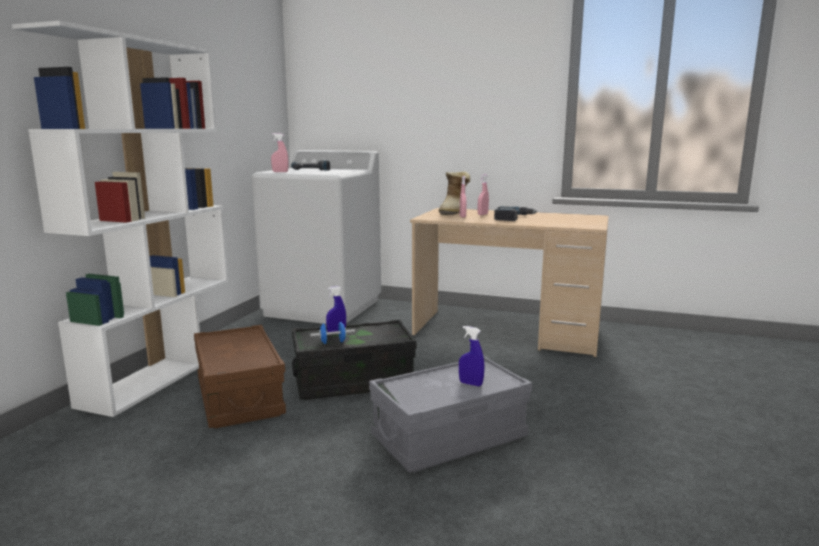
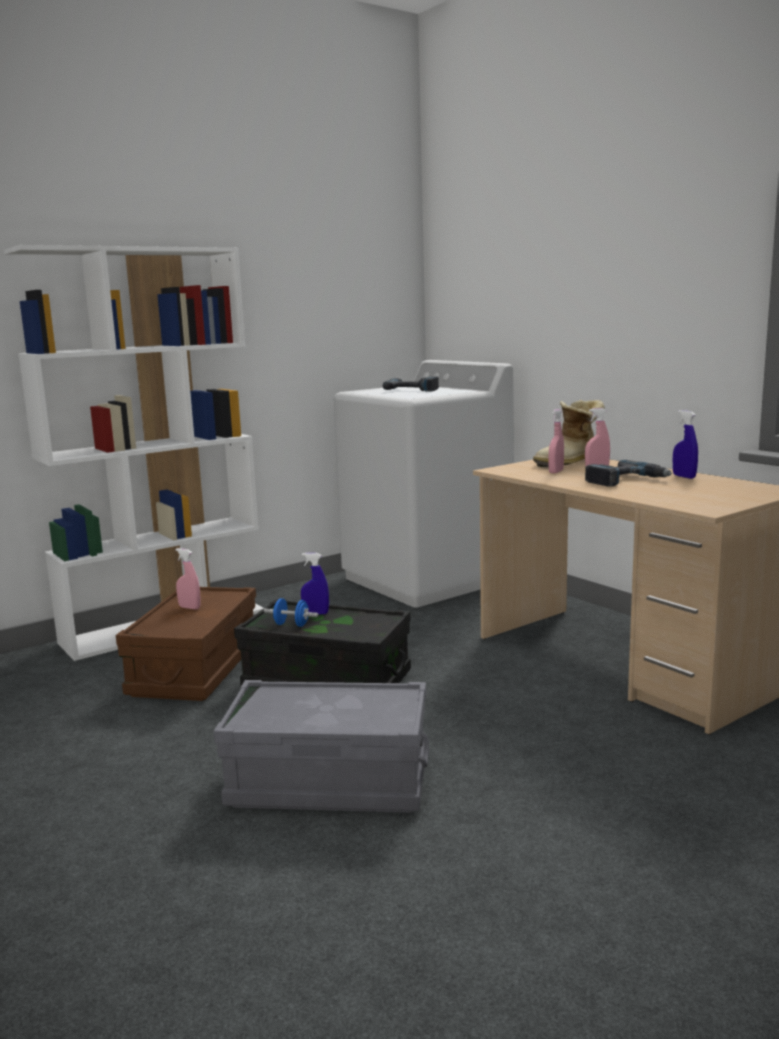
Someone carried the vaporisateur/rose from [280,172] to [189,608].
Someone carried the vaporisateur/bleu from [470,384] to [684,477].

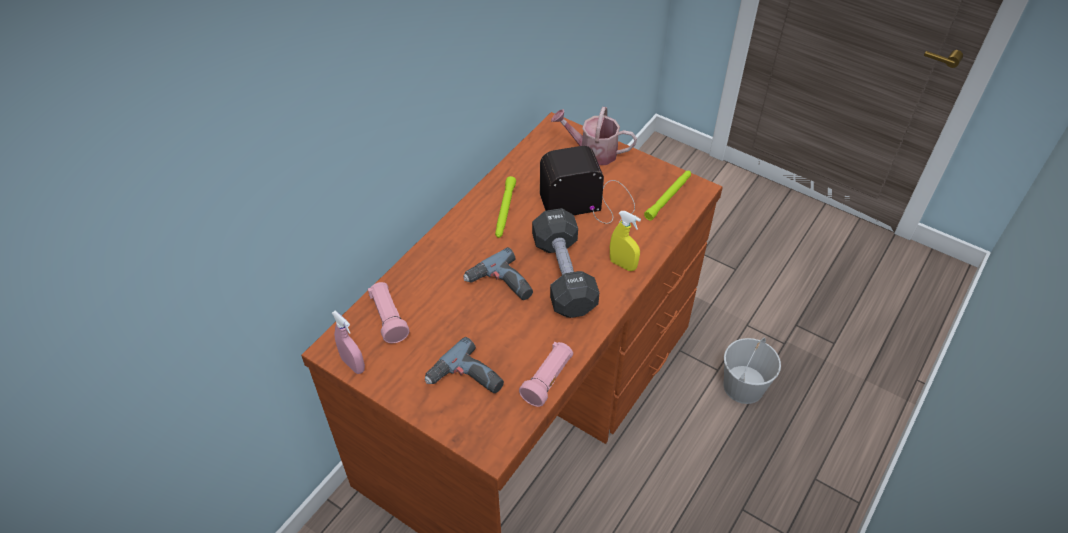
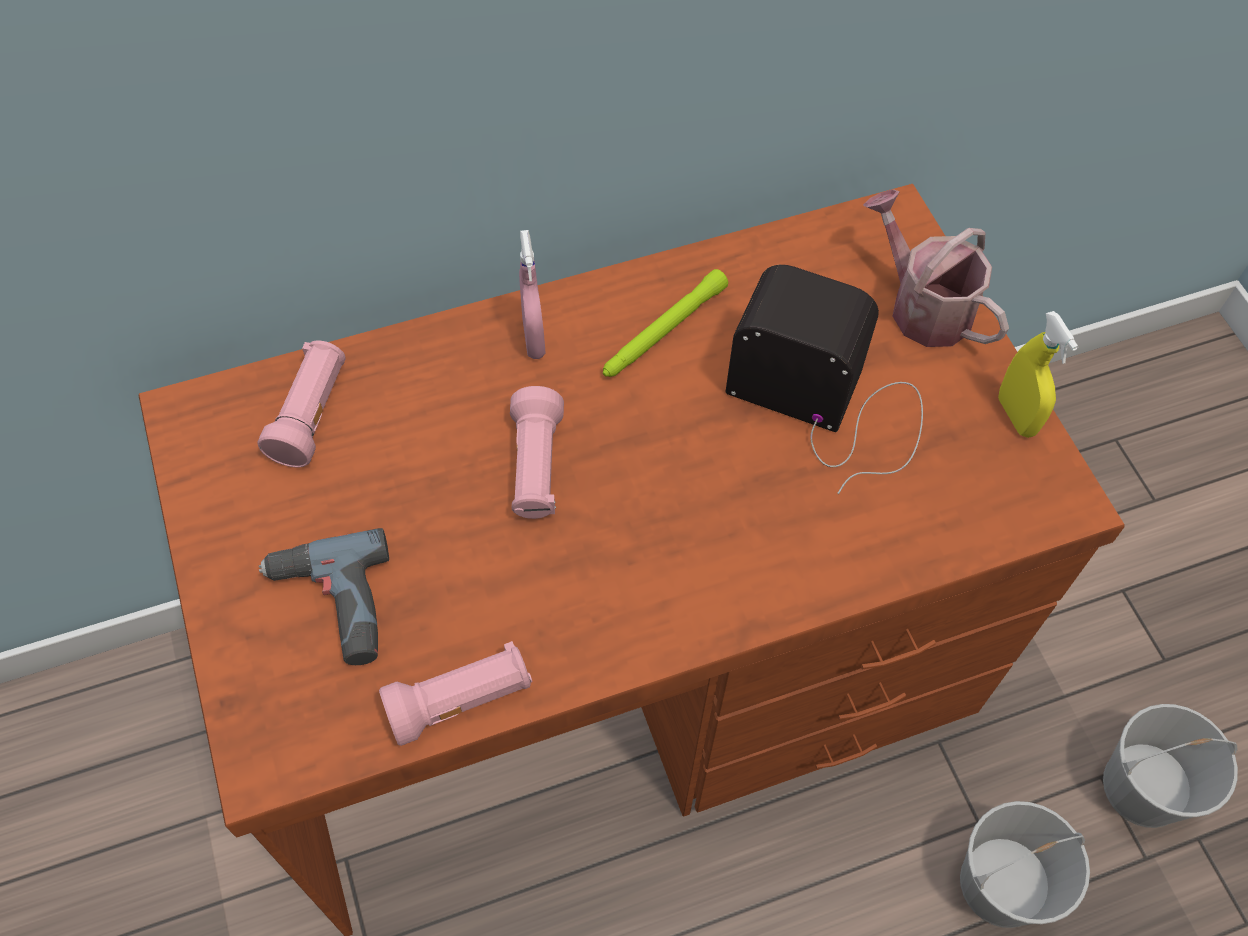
Someone took away the lampe de poche/vert at [669,197].
Someone took away the haltère/noir at [563,275].
Someone carried the vaporisateur/jaune from [622,264] to [1016,416].
Someone swapped the perceuse at [500,285] for the lampe de poche/rose at [535,468].
Someone carried the vaporisateur/rose from [353,364] to [534,338].
Someone put down the seau/blanc at [1143,788].

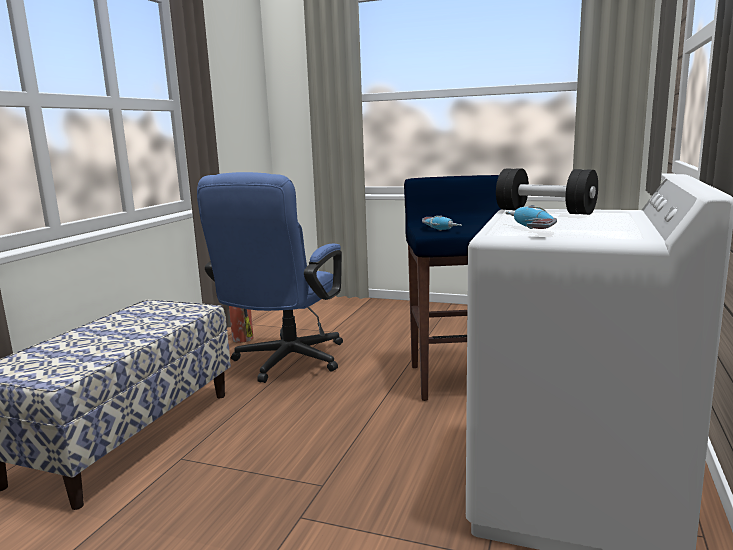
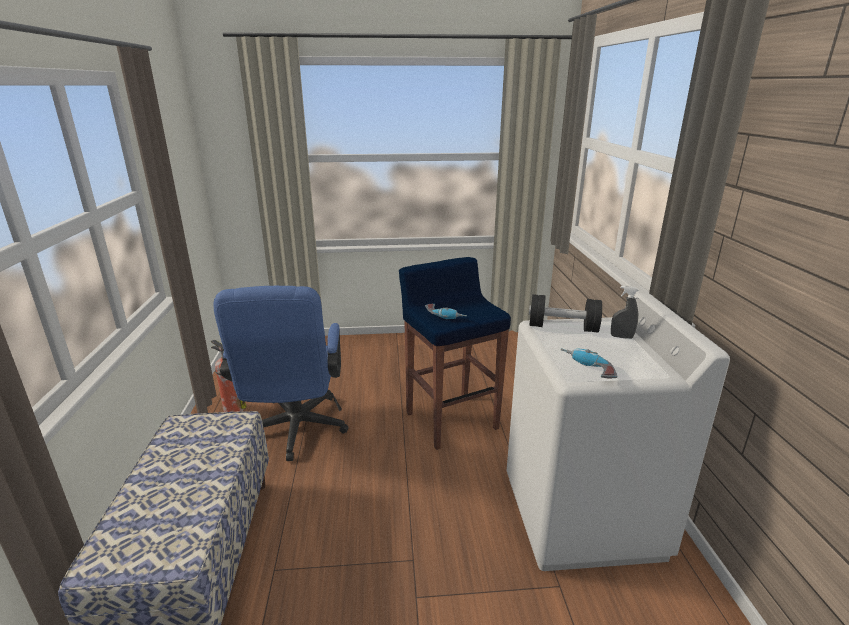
Someone put down the vaporisateur/gris at [621,337].

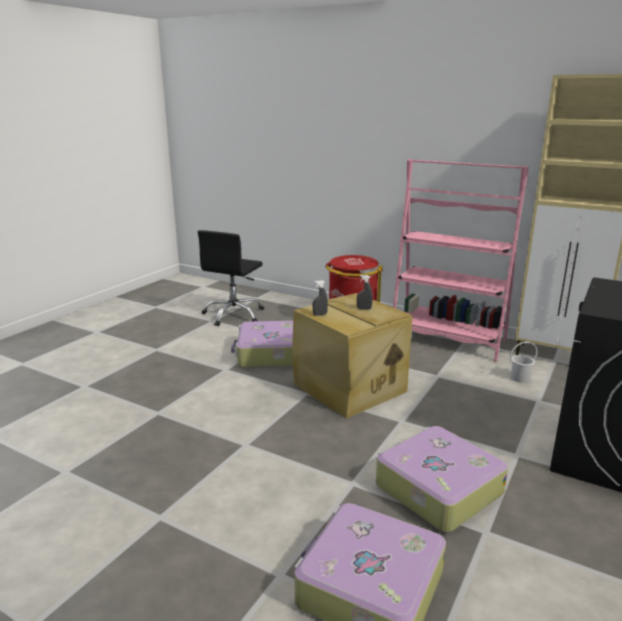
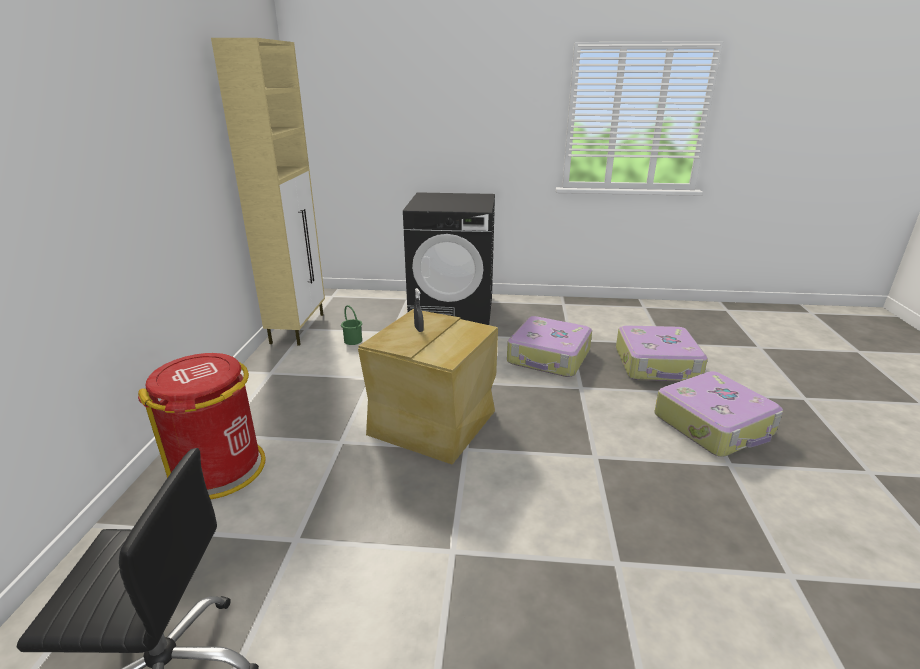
Someone took away the bibliothèque/rose at [447,339].
Someone took away the vaporisateur/gris at [320,315].
Someone carried the valise from [269,354] to [714,425].
Someone repainted the seau/blanc at [519,378], which became the seau/vert at [353,341].

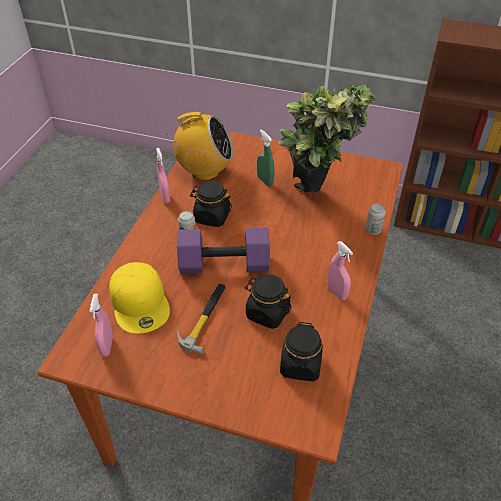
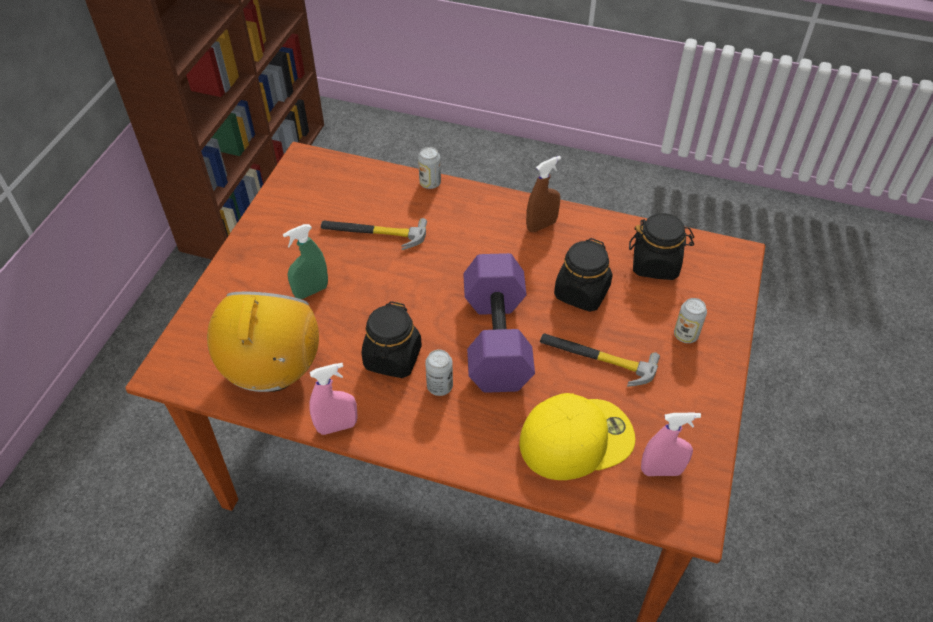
Someone swapped the plante en pot at [317,204] for the marteau at [373,233].
Someone repainted the vaporisateur/rose at [336,292], which became the vaporisateur/marron at [541,225].
Someone put down the boîte métallique at [685,335].

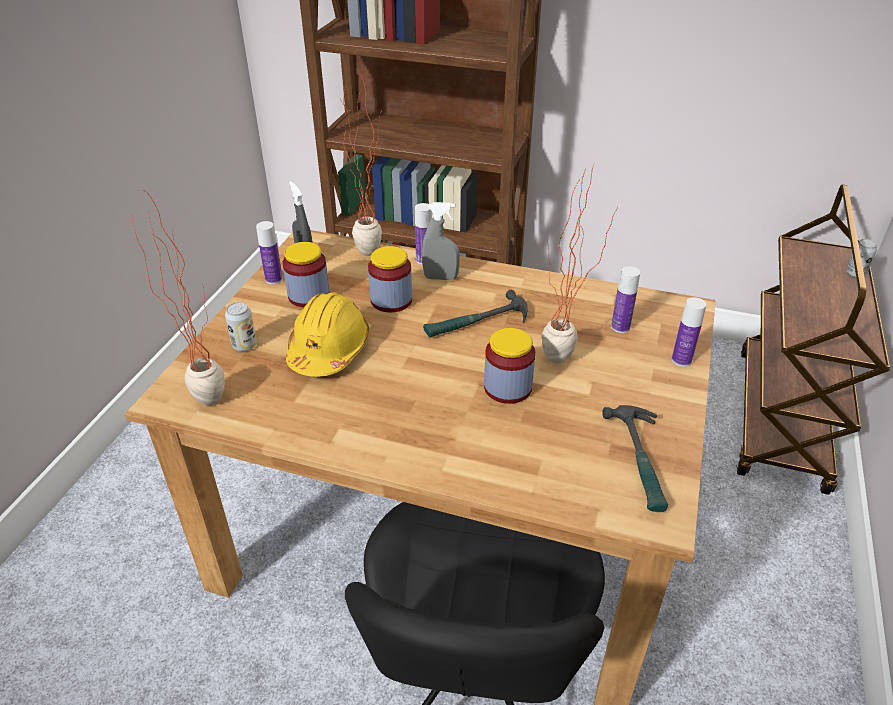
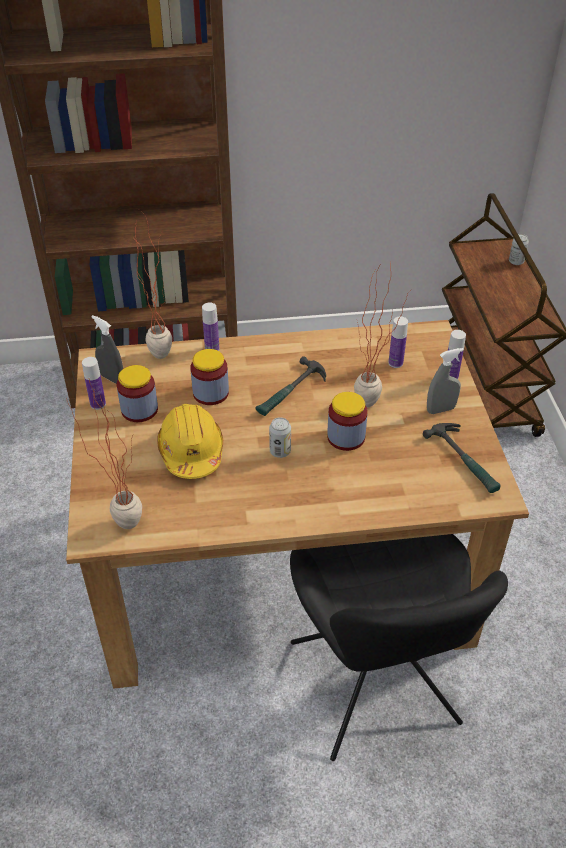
Someone carried the vaporisateur/gris from [441,278] to [440,409].
Someone carried the boîte métallique from [245,345] to [280,451].

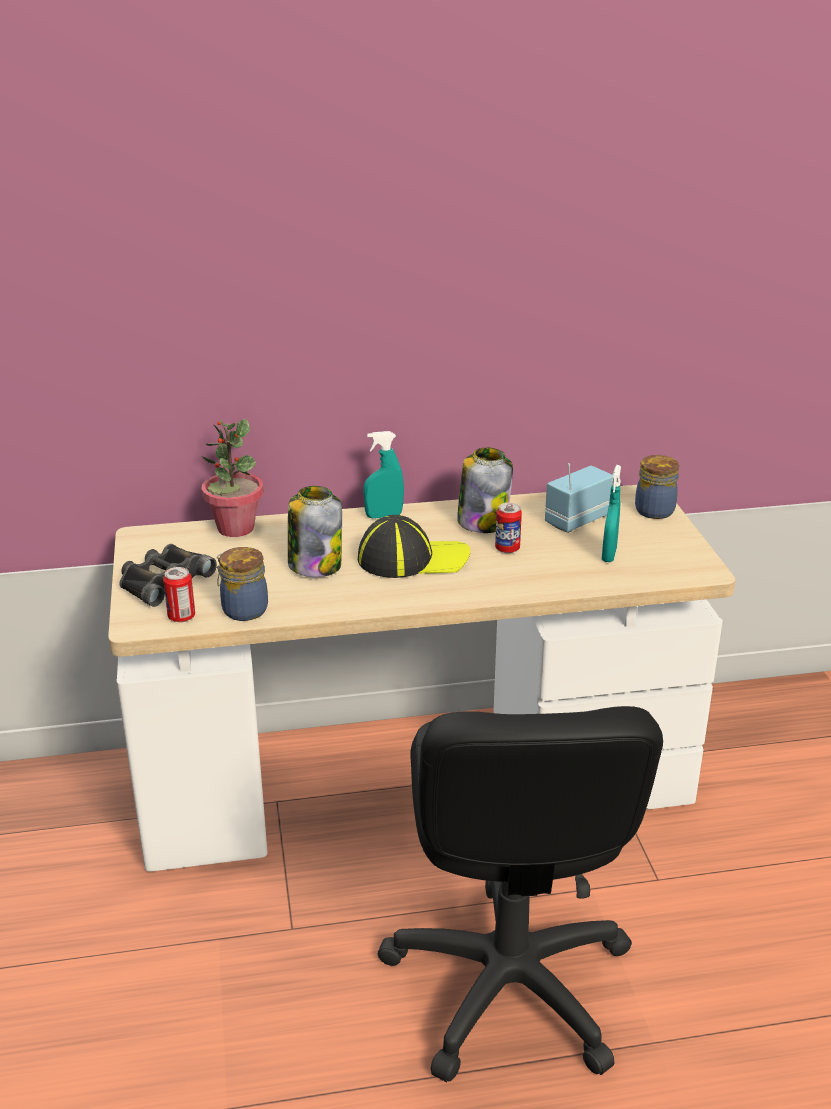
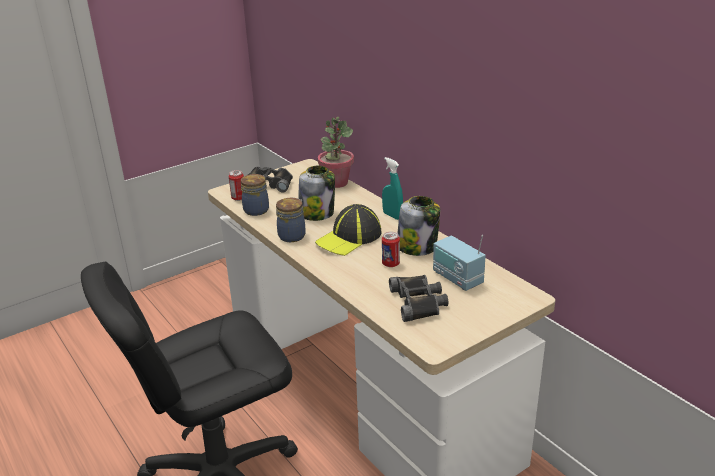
Someone carried the bocal from [653,510] to [293,235].
Someone rotated the radio at [577,520] by 150 degrees counterclockwise.
Someone swapped the vaporisateur/turquoise at [609,555] for the jumelles/noir at [418,302].
Someone rotated the casquette at [412,559] by 75 degrees clockwise.

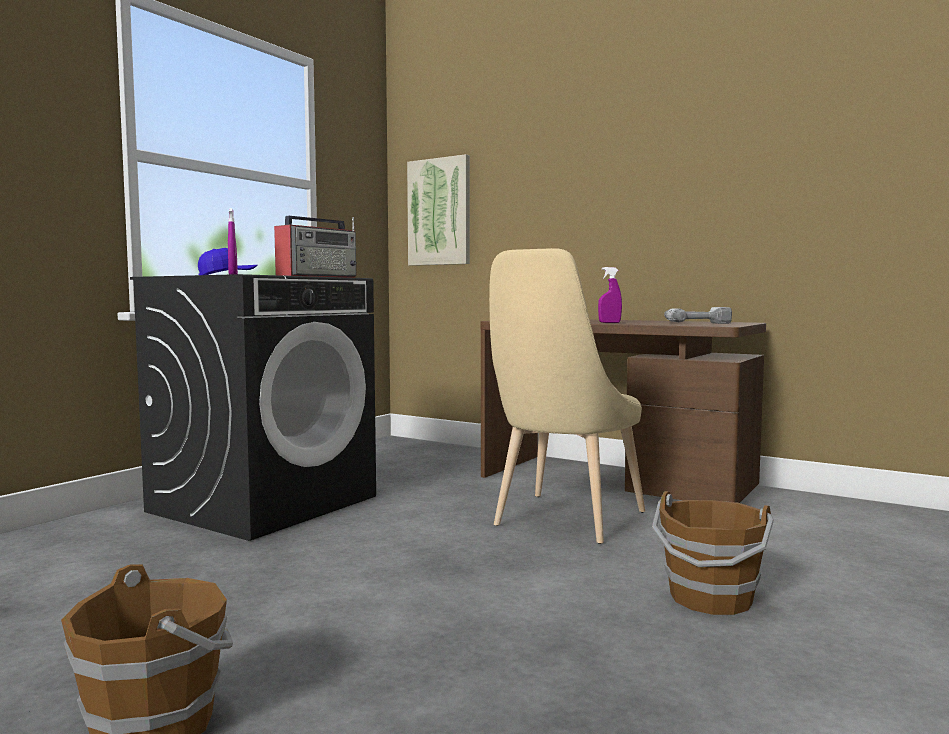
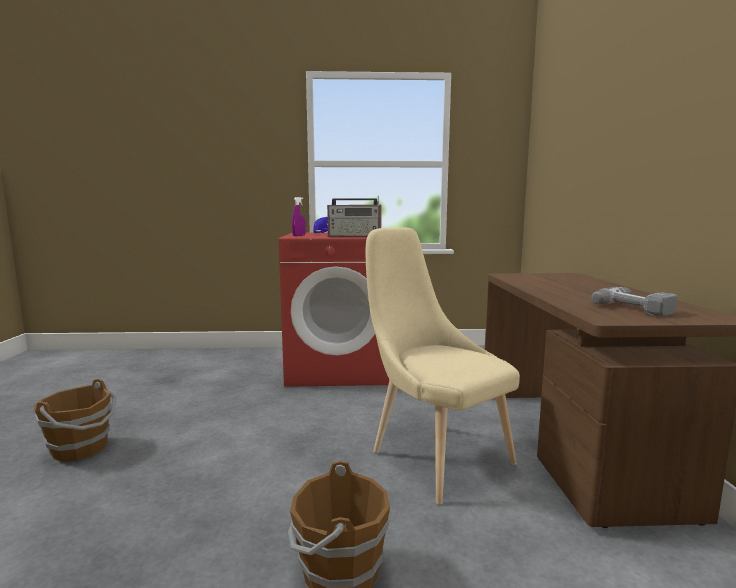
Someone took away the tableau at [439,212].
Someone rotated the chaise/beige at [563,521] by 60 degrees clockwise.
Someone took away the vaporisateur/violet at [609,322].
Someone repainted the lave-linge/noir at [264,503], which became the lave-linge/rouge at [339,368].

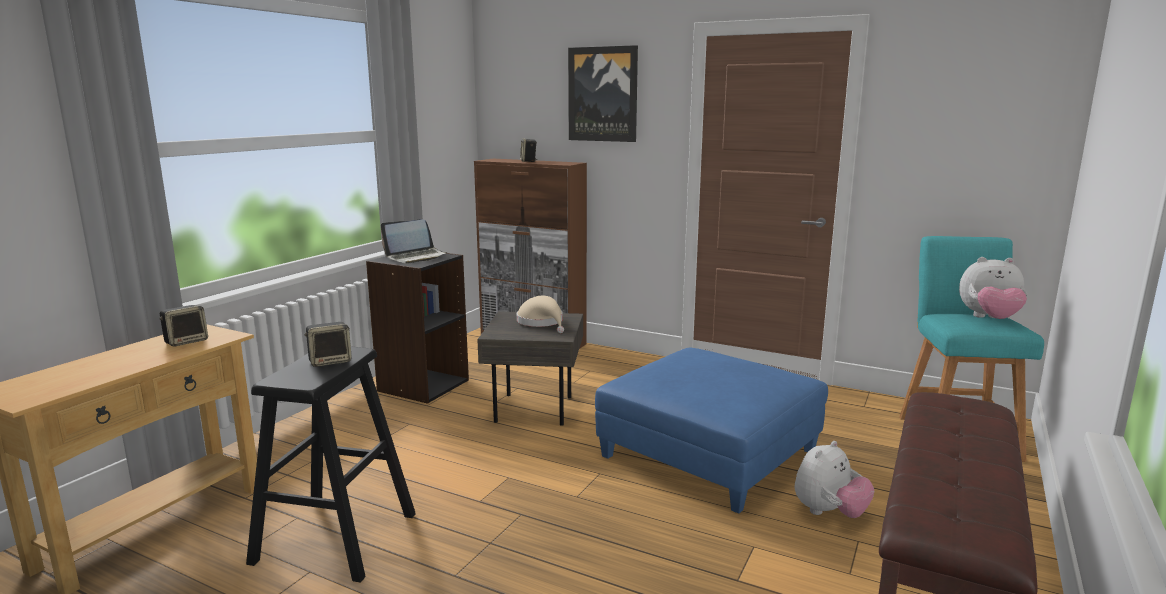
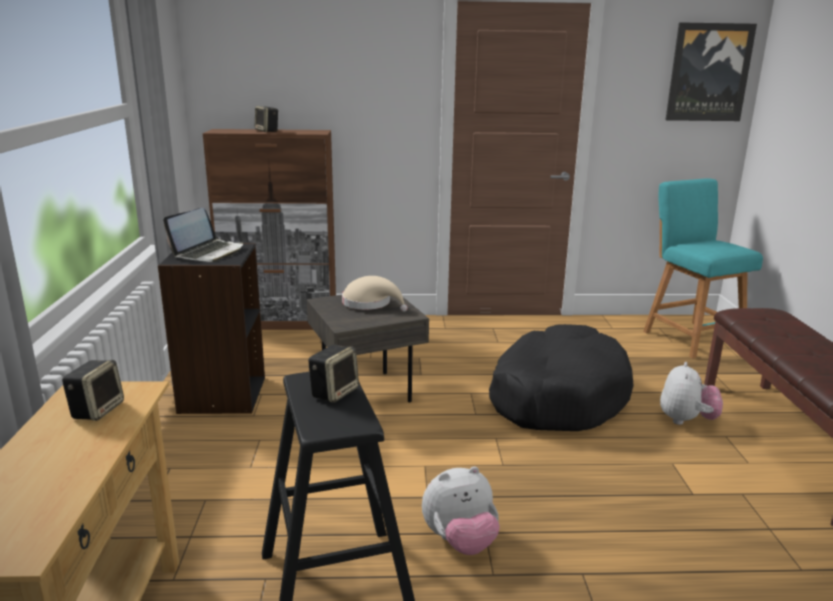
Someone carried the tableau from [603,94] to [708,72].
Someone carried the peluche from [989,319] to [460,542].
Someone swapped the pouf/bleu at [709,454] for the panier pour chien/noir at [557,396].

